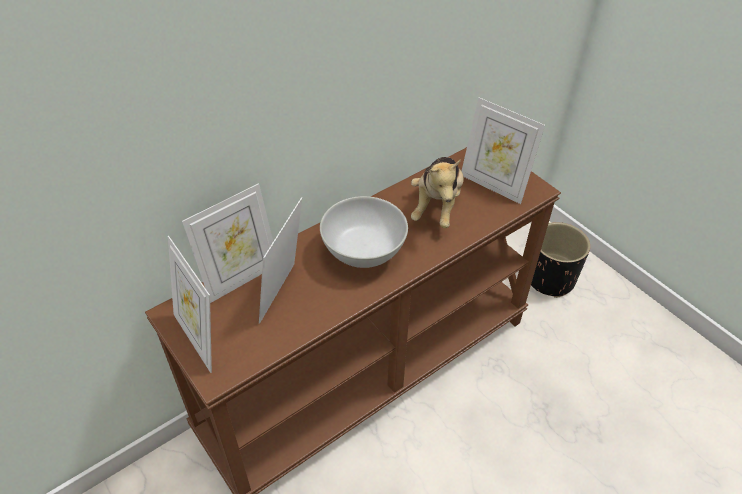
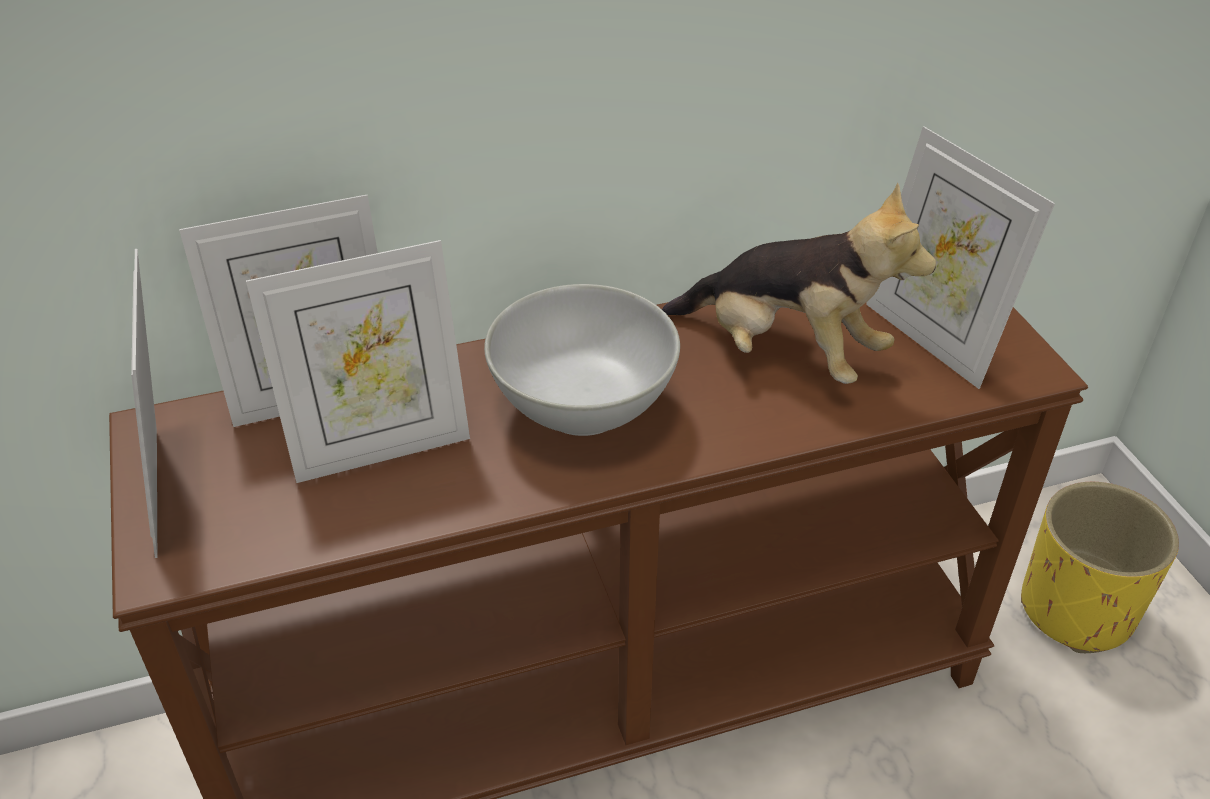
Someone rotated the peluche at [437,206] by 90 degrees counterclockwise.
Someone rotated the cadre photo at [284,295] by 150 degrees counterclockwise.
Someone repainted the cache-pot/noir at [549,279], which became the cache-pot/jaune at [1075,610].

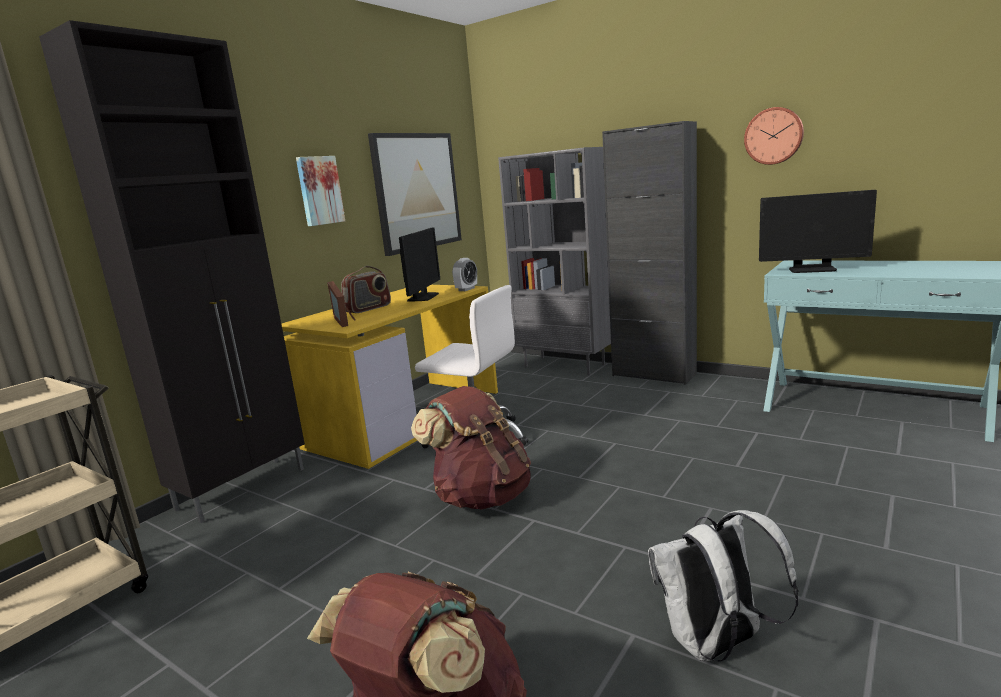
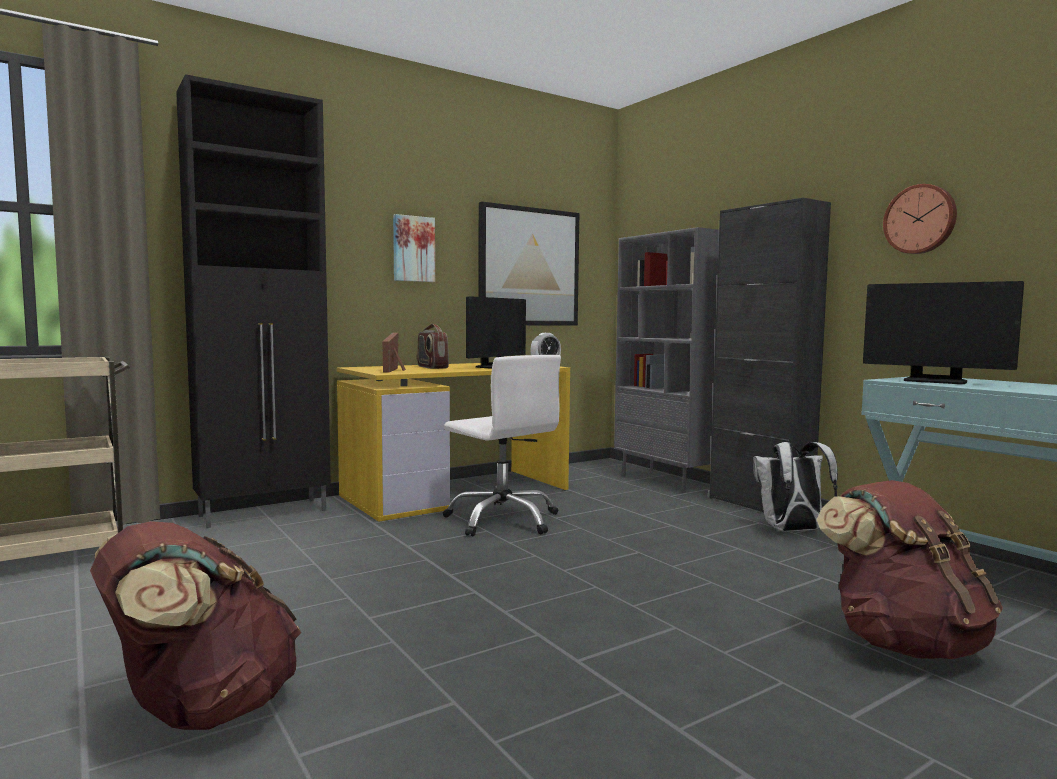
Someone rotated the radio at [368,308] by 90 degrees clockwise.
Someone carried the sac à dos/marron from [481,496] to [903,643].
Someone carried the sac à dos/blanc from [716,645] to [792,531].

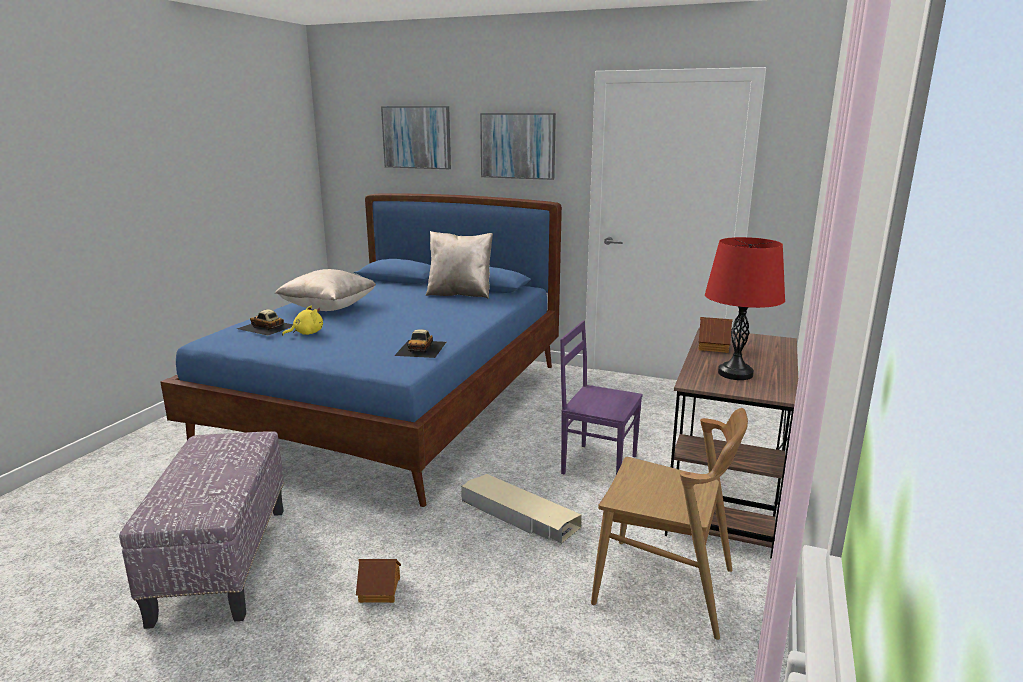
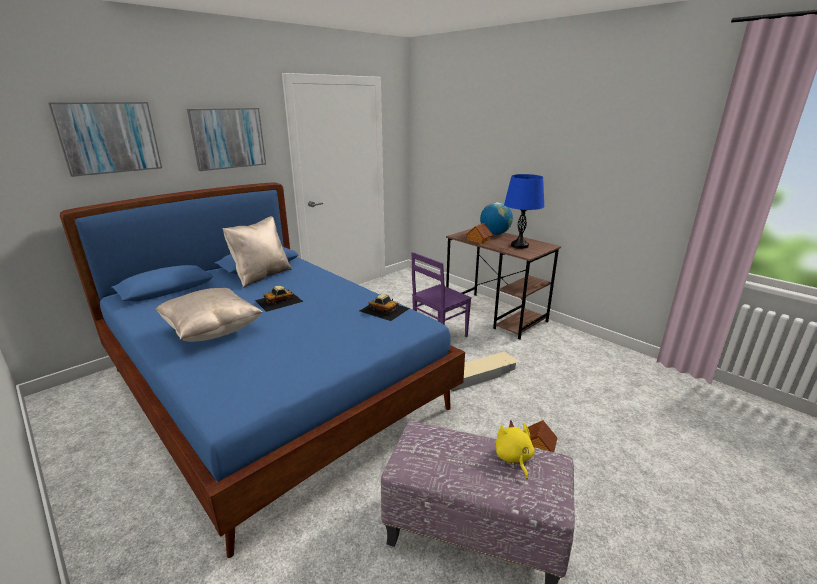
Someone repainted the lampe de table/rouge at [735,373], which became the lampe de table/bleu at [519,245].
Someone carried the peluche/jaune from [306,333] to [513,458].
Someone carried the petite voiture from [266,327] to [279,301].
Someone took away the chaise/marron at [664,587].
Someone put down the globe at [495,234].

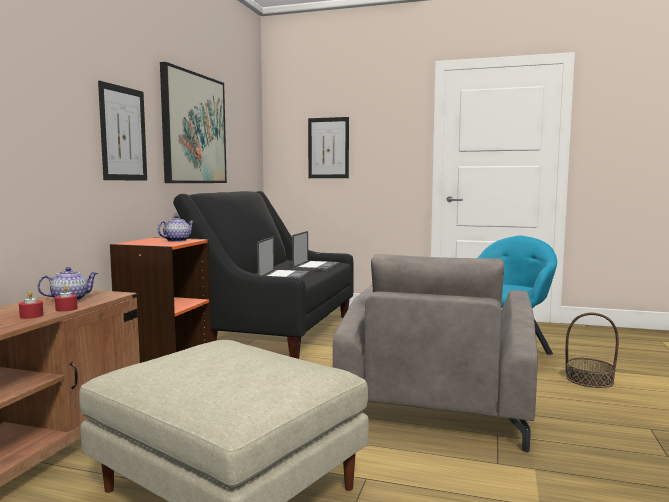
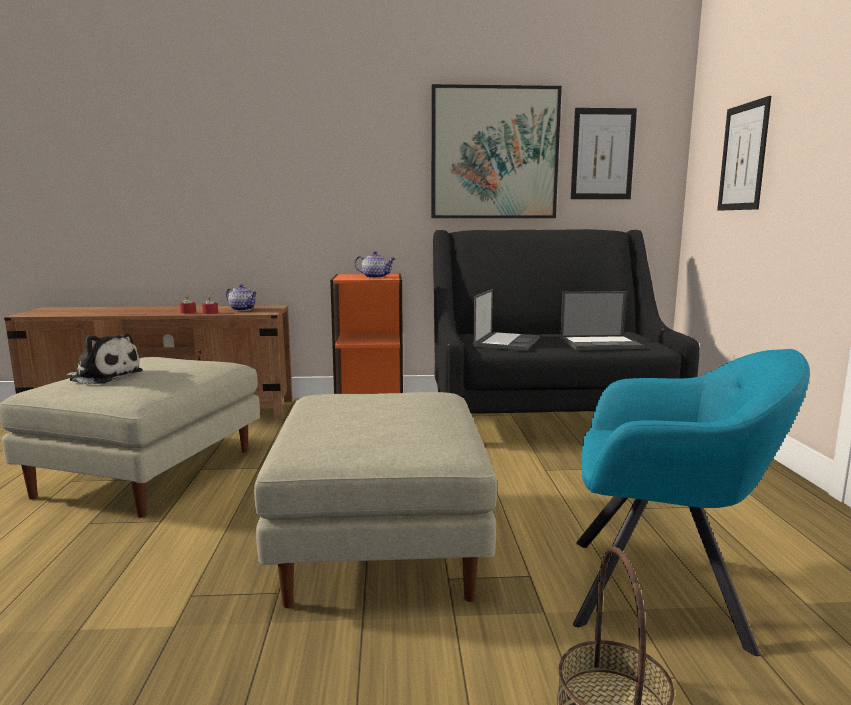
Someone carried the tableau from [123,133] to [602,154].
Someone rotated the ordinateur portable at [284,276] by 60 degrees counterclockwise.
Someone swapped the fauteuil/gris at [437,400] for the pouf/beige at [379,539].
Someone put down the peluche at [104,376].

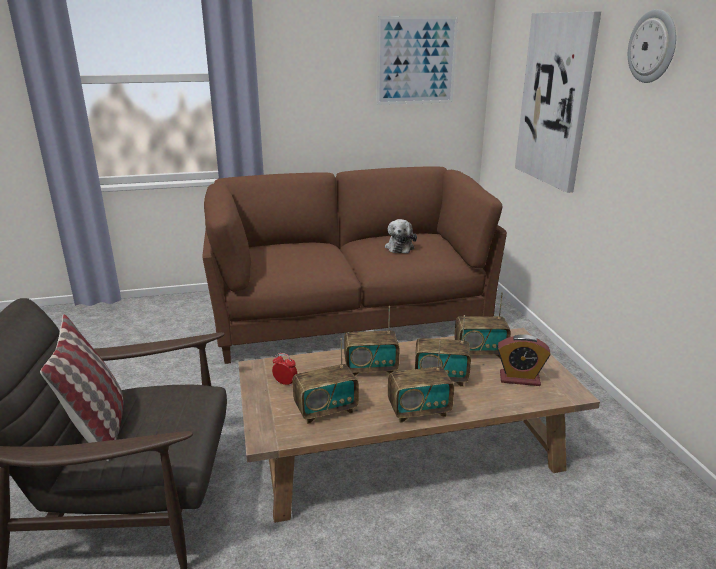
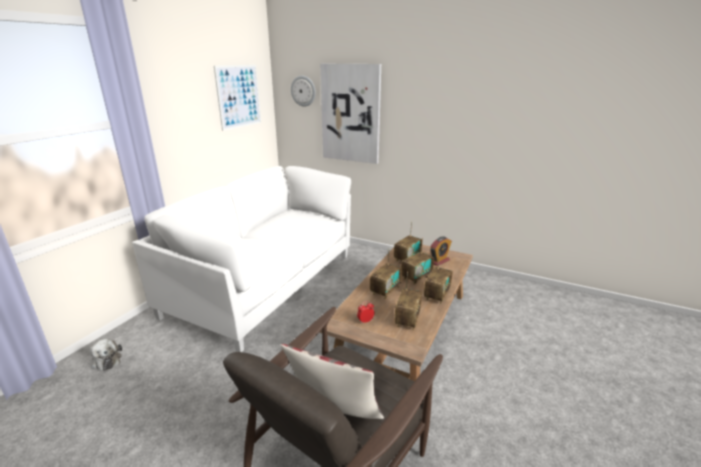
Someone carried the horloge murale from [653,46] to [303,91].
Someone repainted the canapé/marron at [347,316], which became the canapé/blanc at [265,284].
Someone carried the peluche from [400,247] to [106,360].

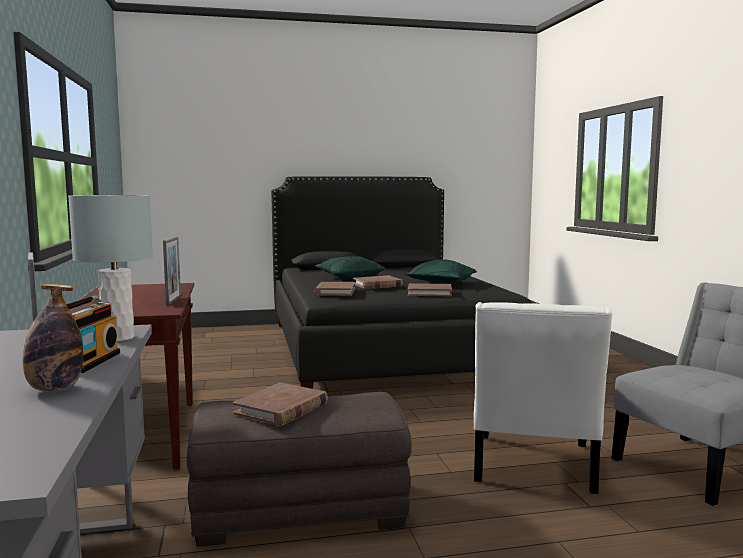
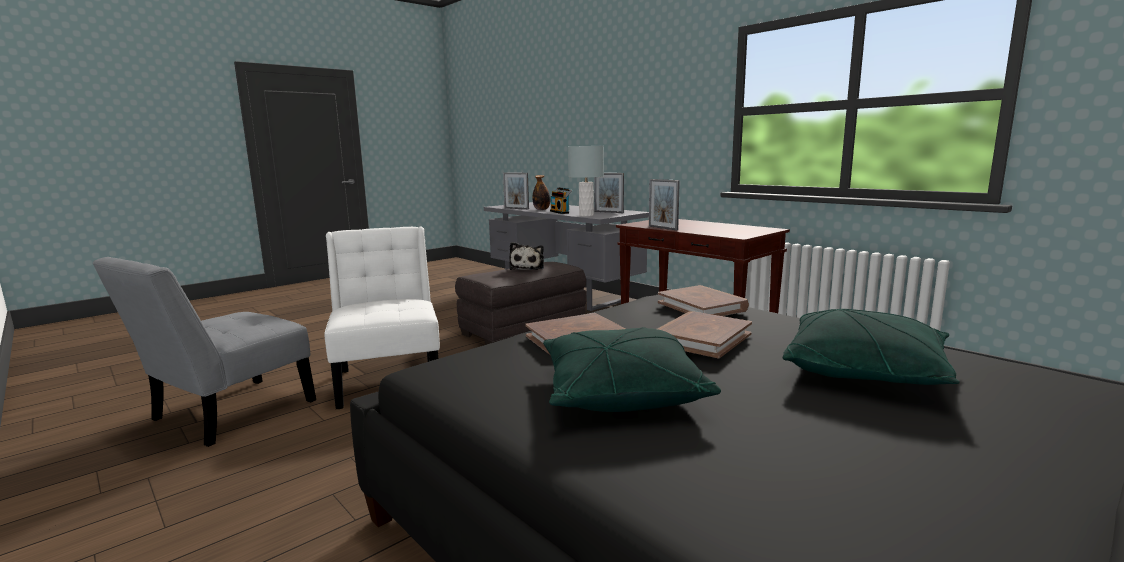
Someone swapped the livre/marron at [281,408] for the peluche at [528,268].
Someone put down the cadre photo at [516,208].

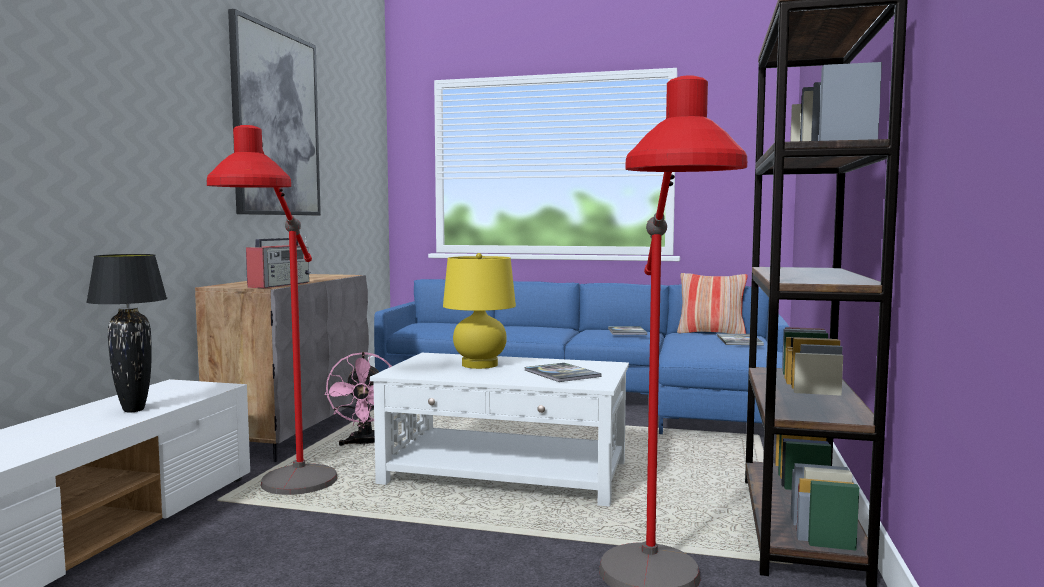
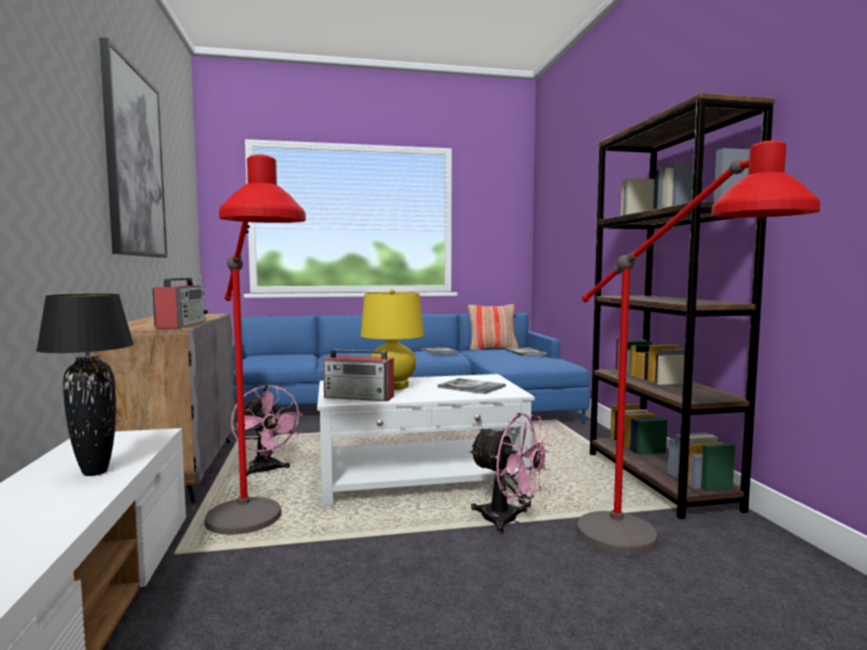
Someone put down the radio at [359,397].
Someone put down the ventilateur/rose at [508,520].

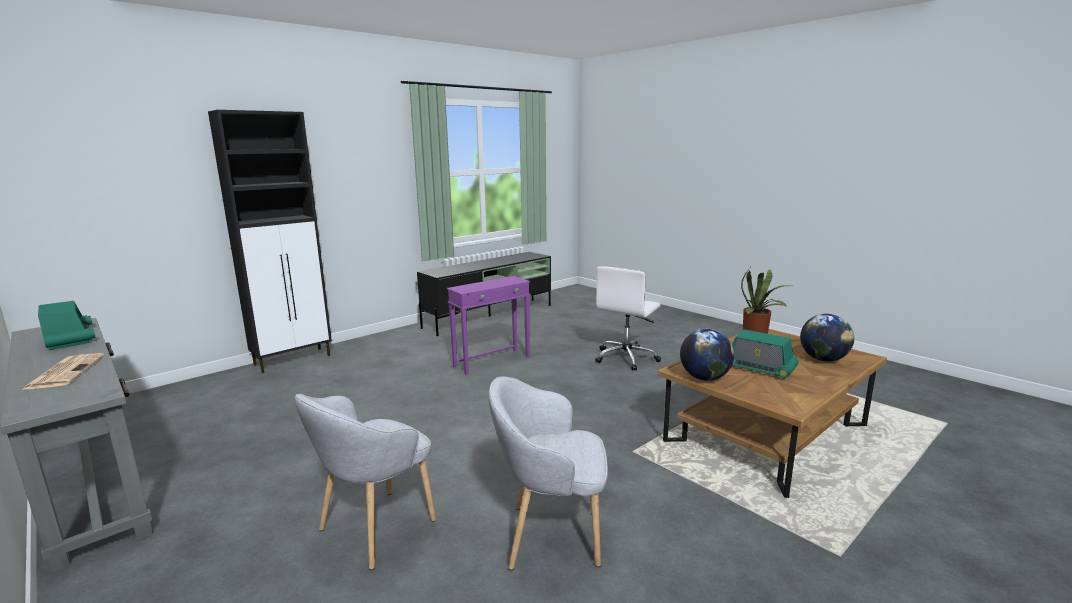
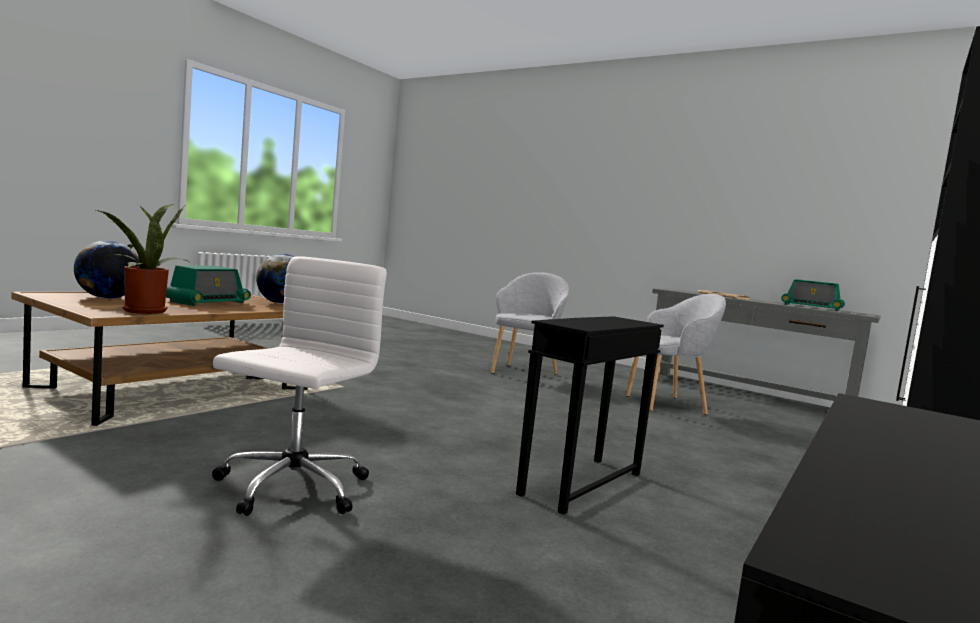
Someone repainted the table d'appoint/violet at [492,361], which became the table d'appoint/noir at [581,483].
Someone rotated the radio at [758,368] by 90 degrees clockwise.
Someone carried the fauteuil/gris from [549,536] to [667,404].

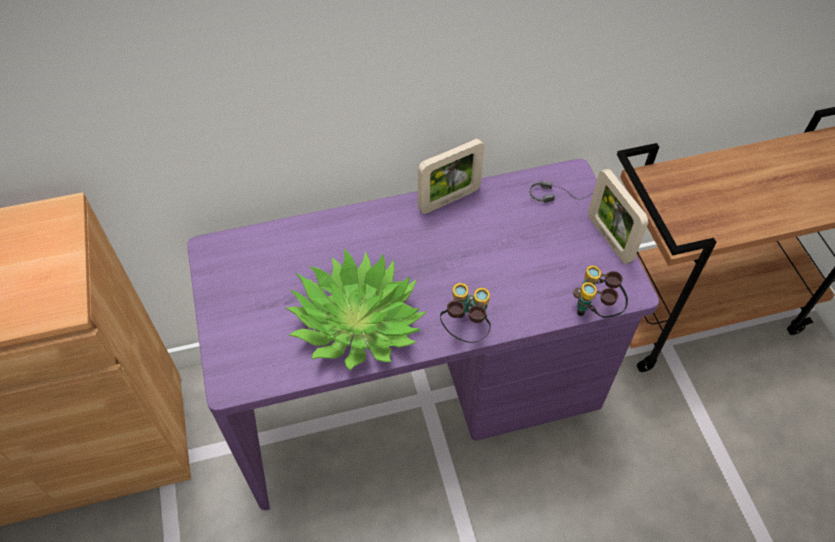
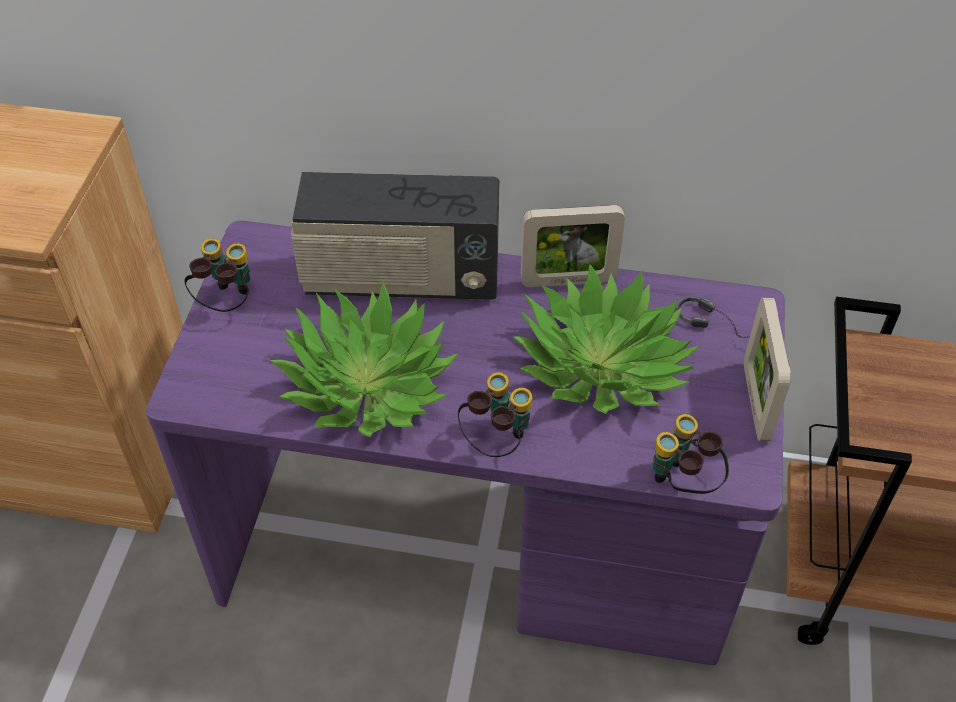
Someone put down the radio at [401,279].
Someone put down the jumelles at [226,302].
Someone put down the plante en pot at [601,365].

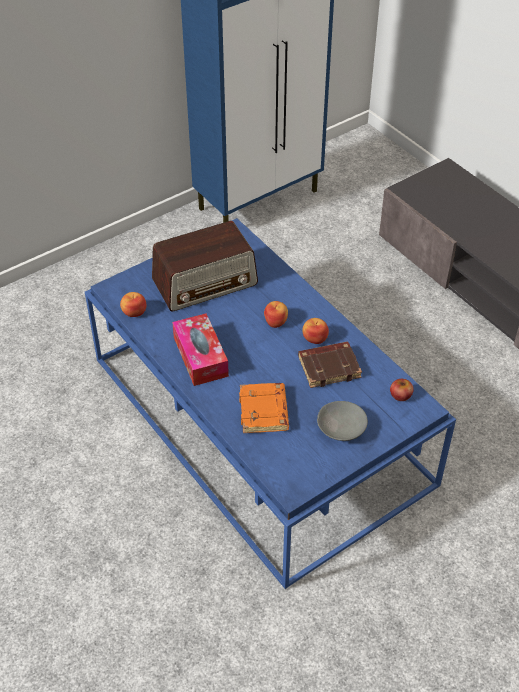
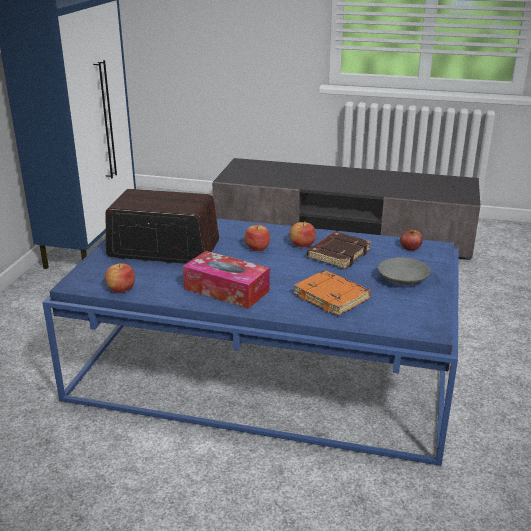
Someone rotated the radio at [205,282] by 105 degrees counterclockwise.

